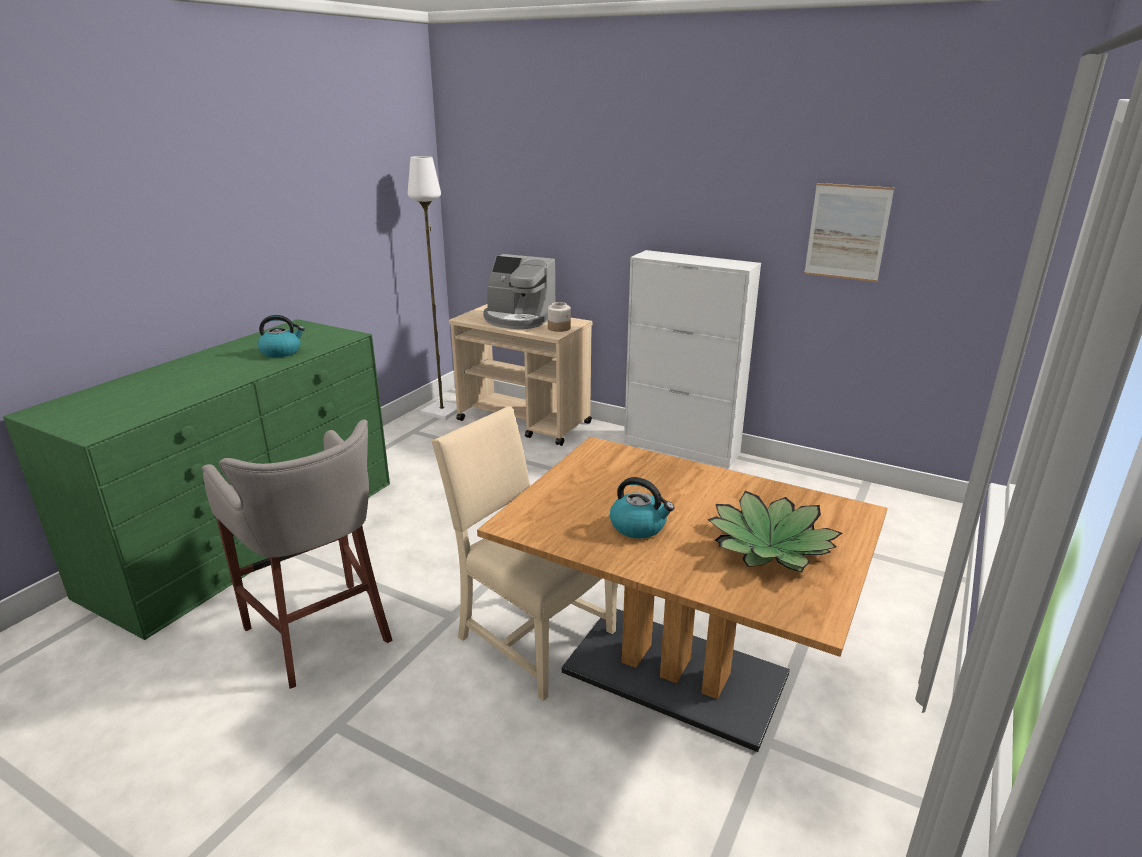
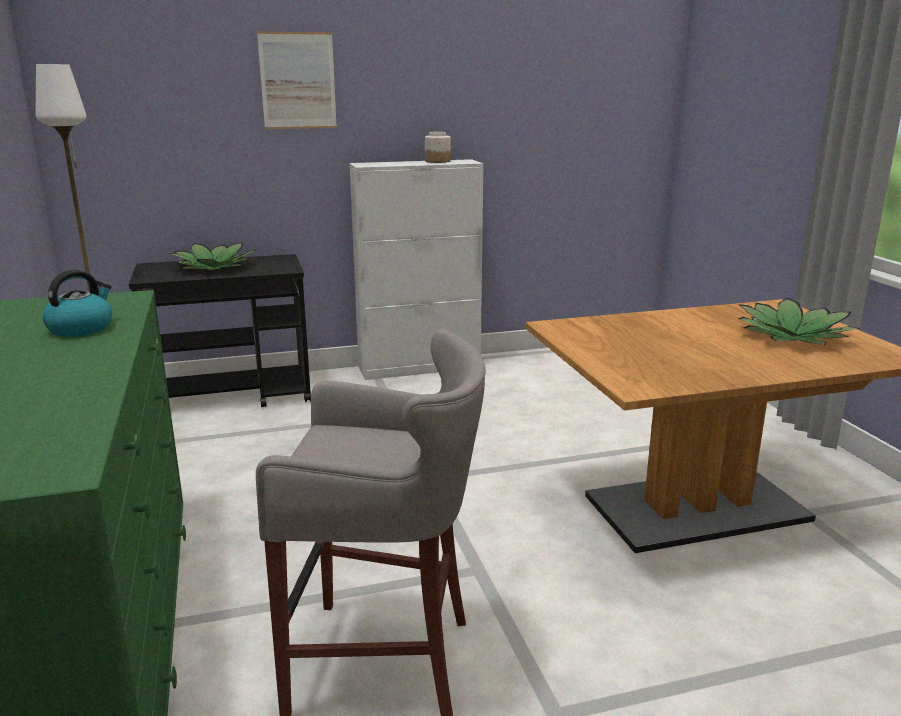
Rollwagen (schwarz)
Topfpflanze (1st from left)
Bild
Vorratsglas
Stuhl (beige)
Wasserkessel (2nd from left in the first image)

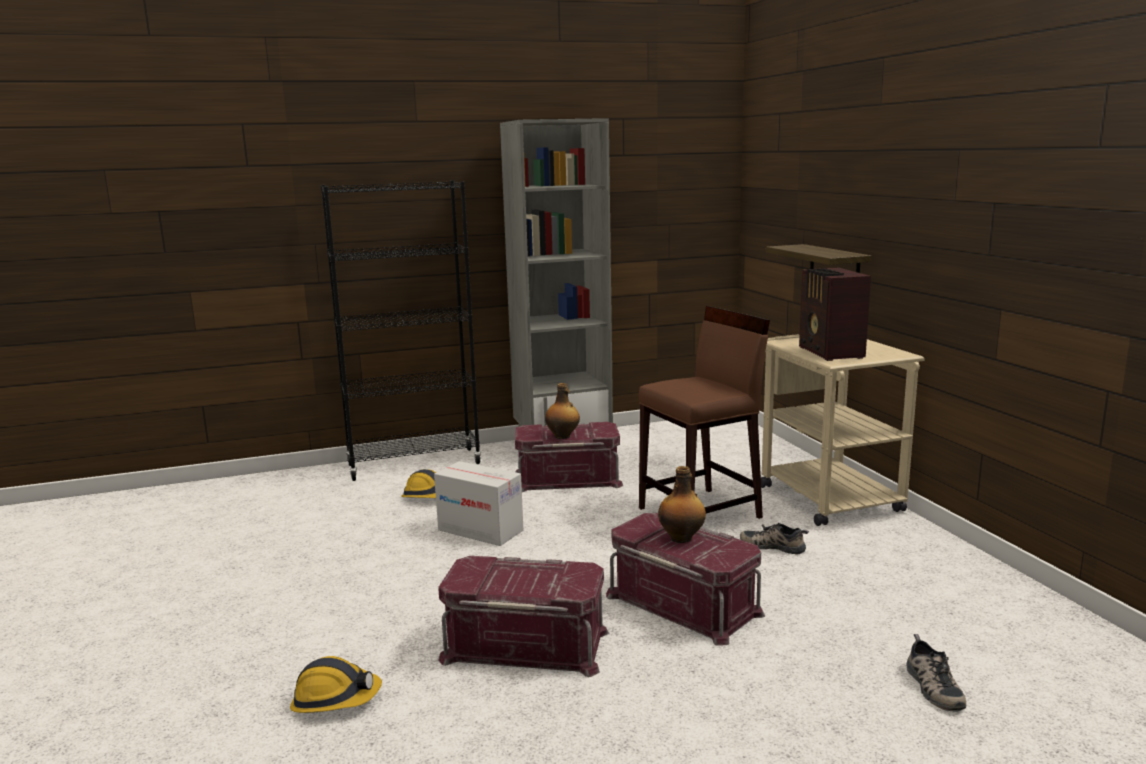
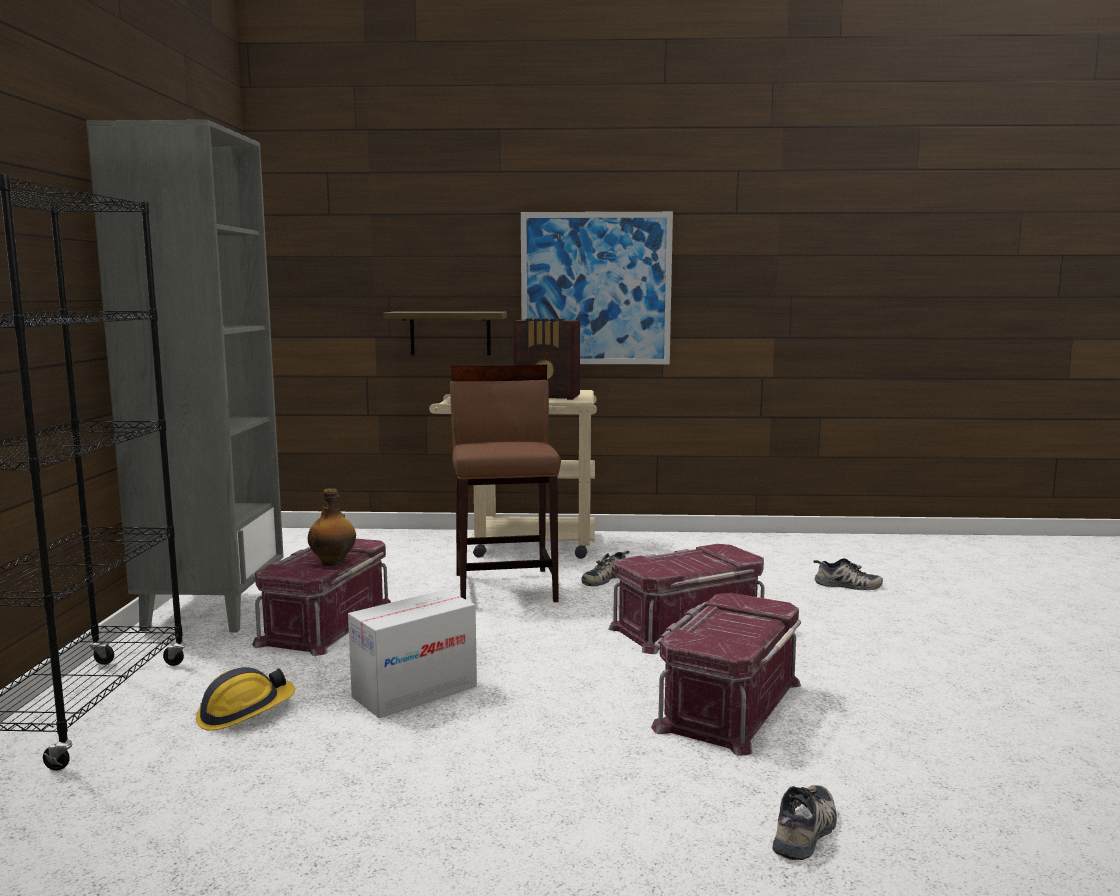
Bild
Schuh (2nd from left)
Flasche (2nd from left in the first image)

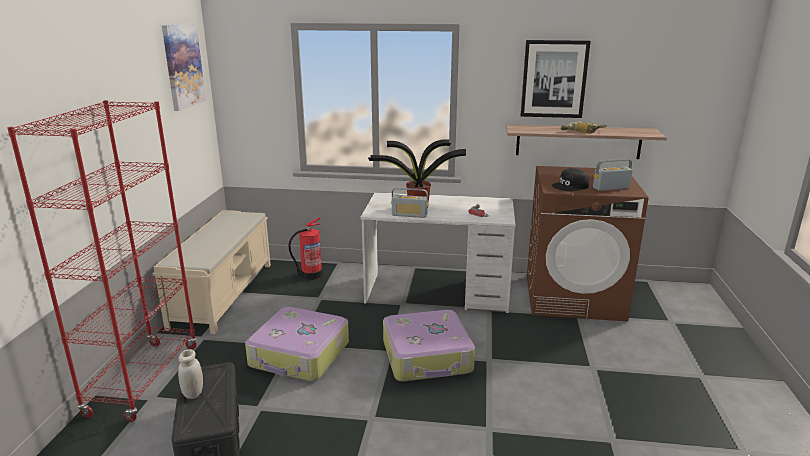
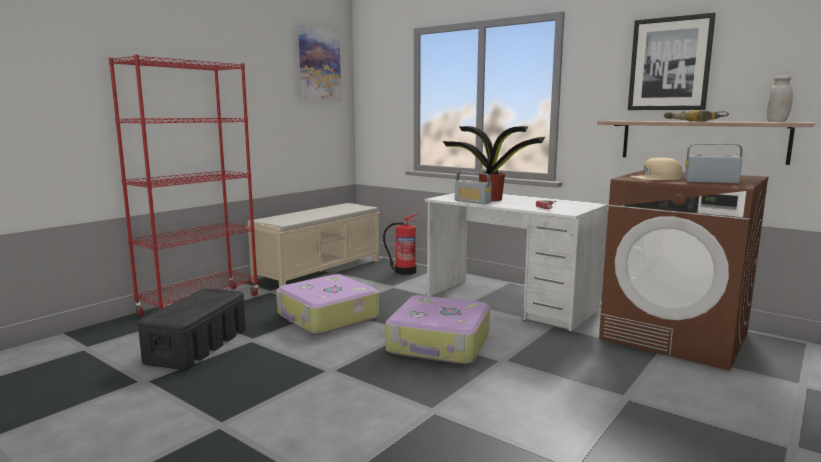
Kappe (beige)
Vorratsglas (weiß)

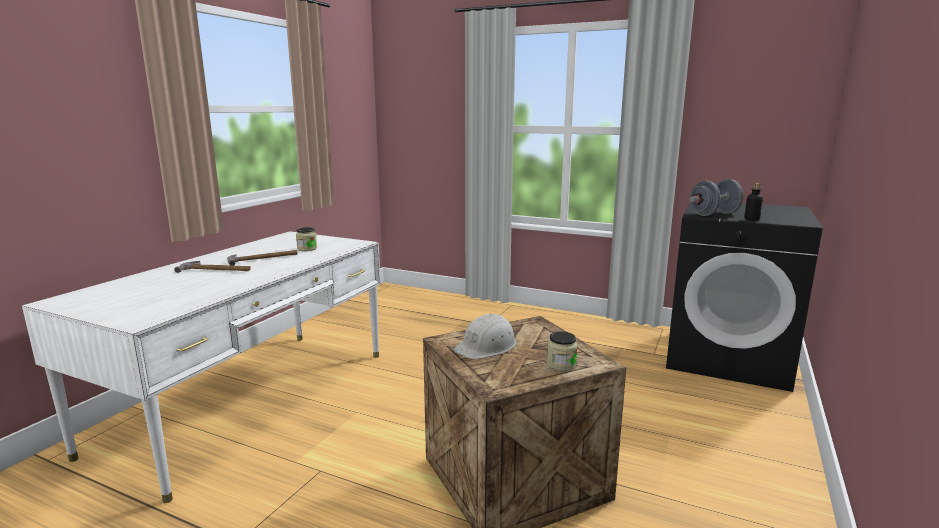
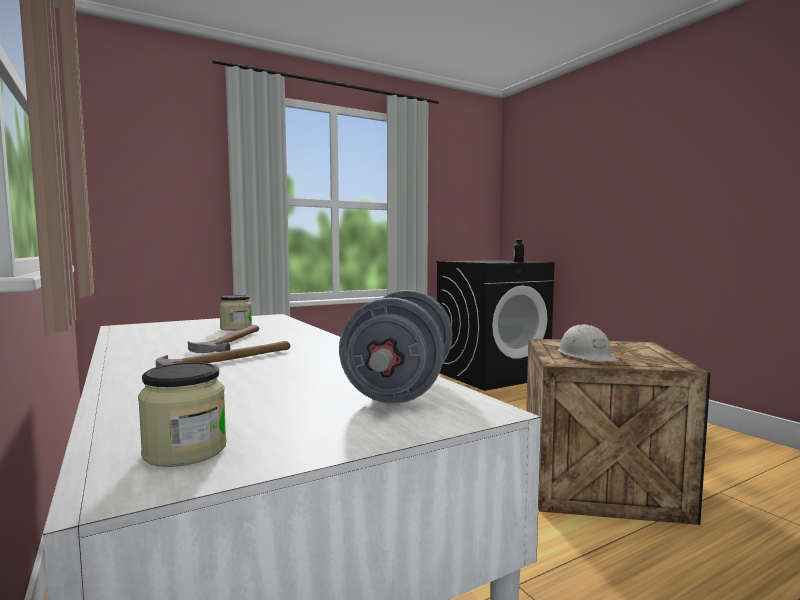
Vorratsglas (1st from left)
Hantel (grau)

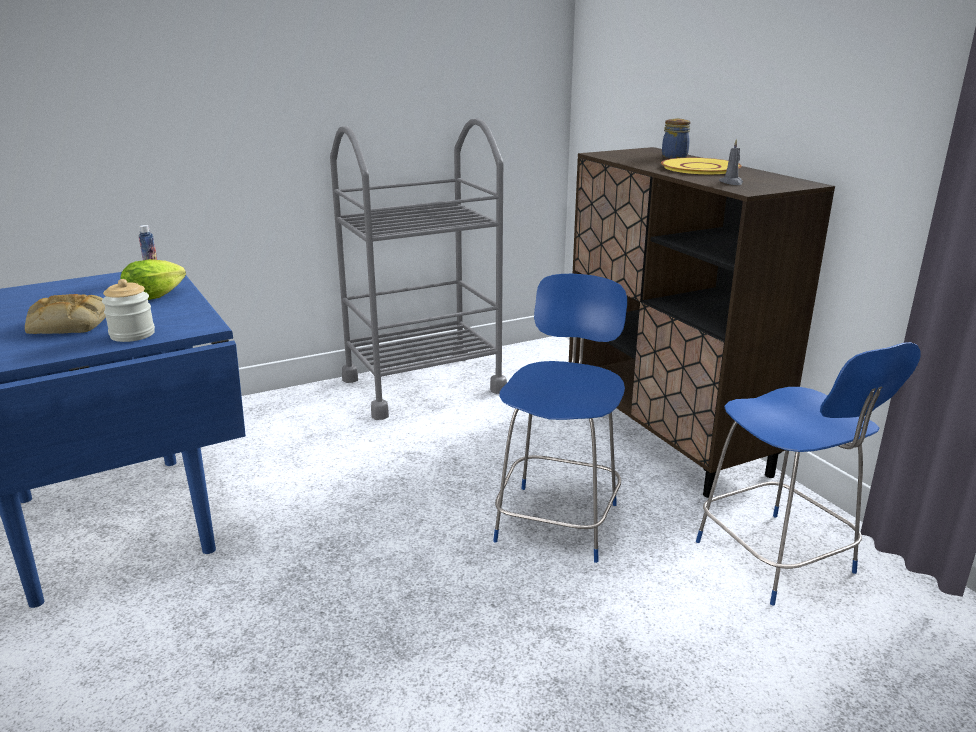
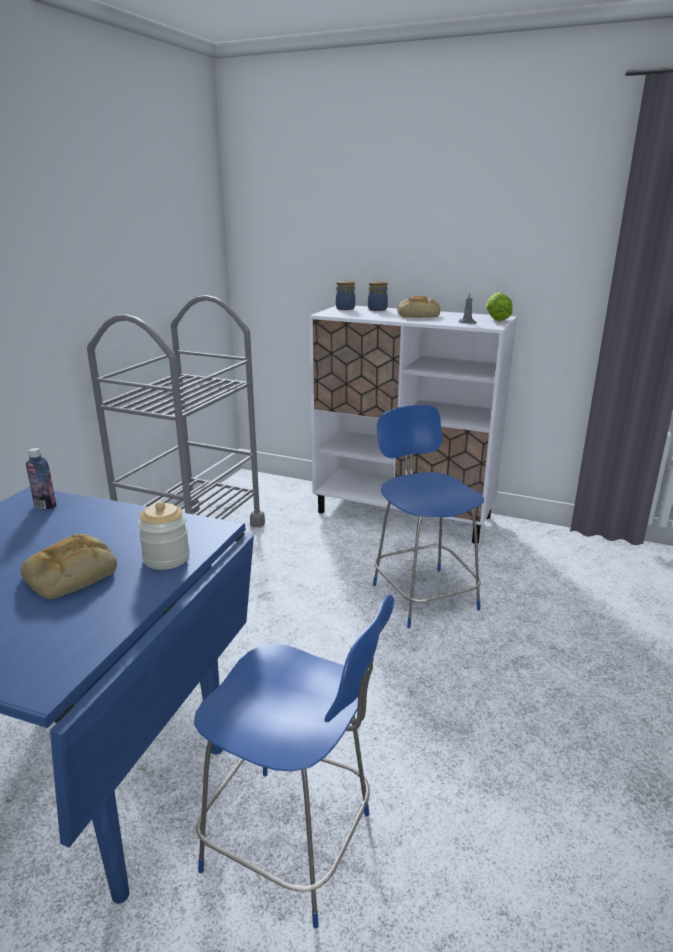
Stuhl (blau) (1st from left)
Schrank (weiß)
Vorratsglas (2nd from left)
Brot (2nd from left)
Salatkopf

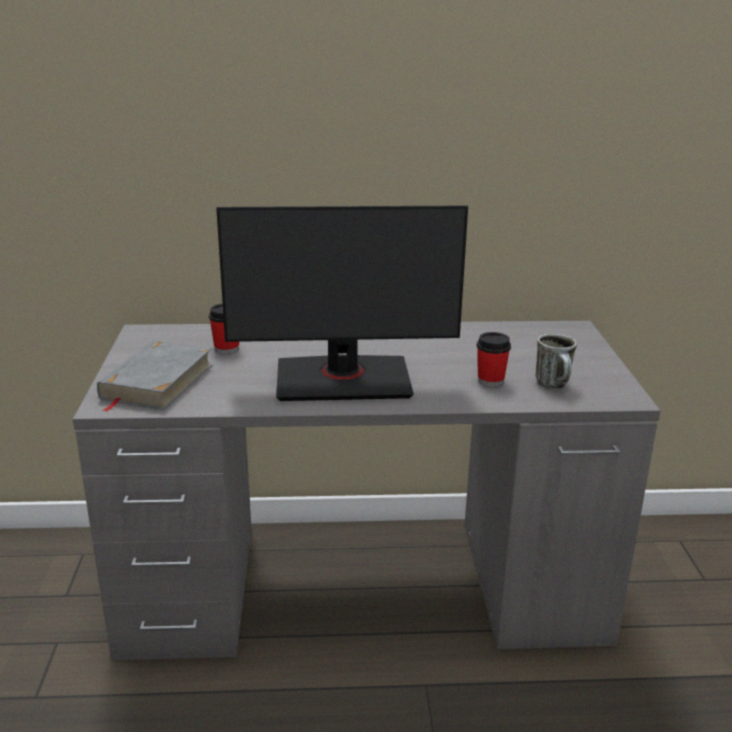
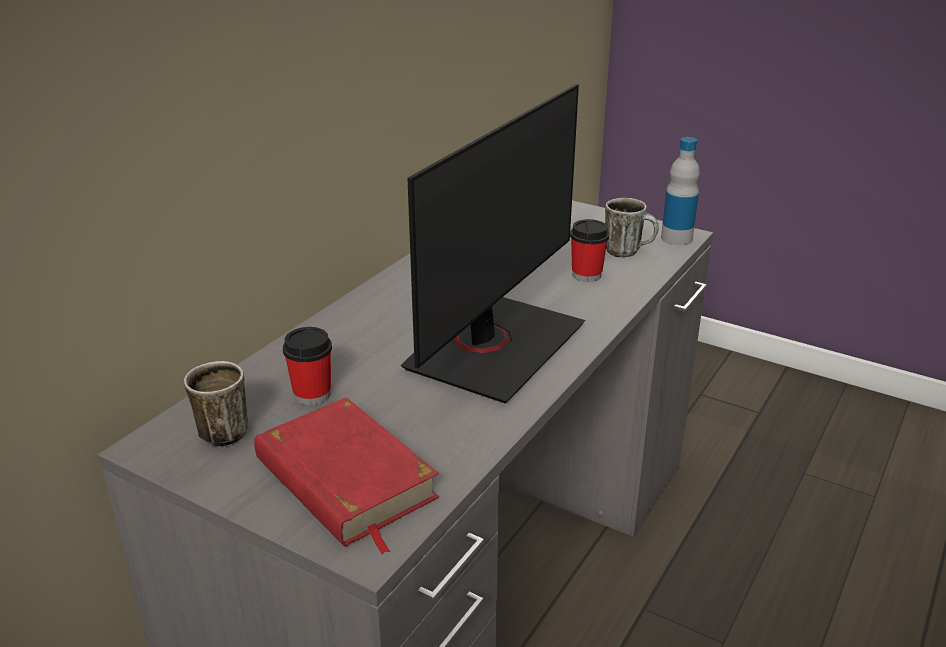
Henkelbecher (1st from left)
Buch (rot)
Flasche

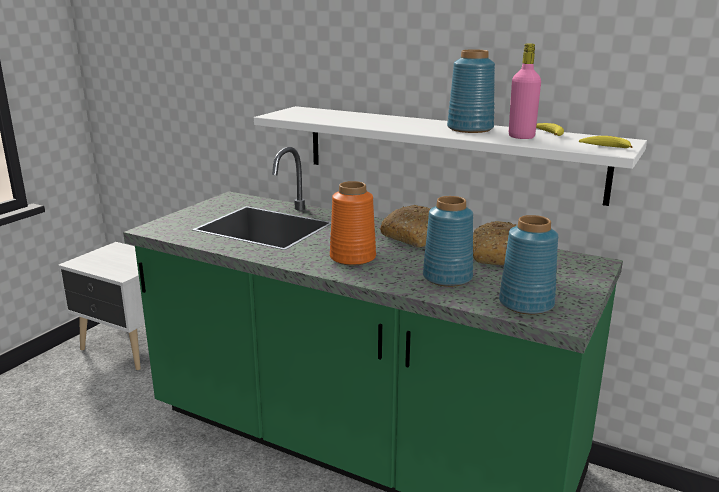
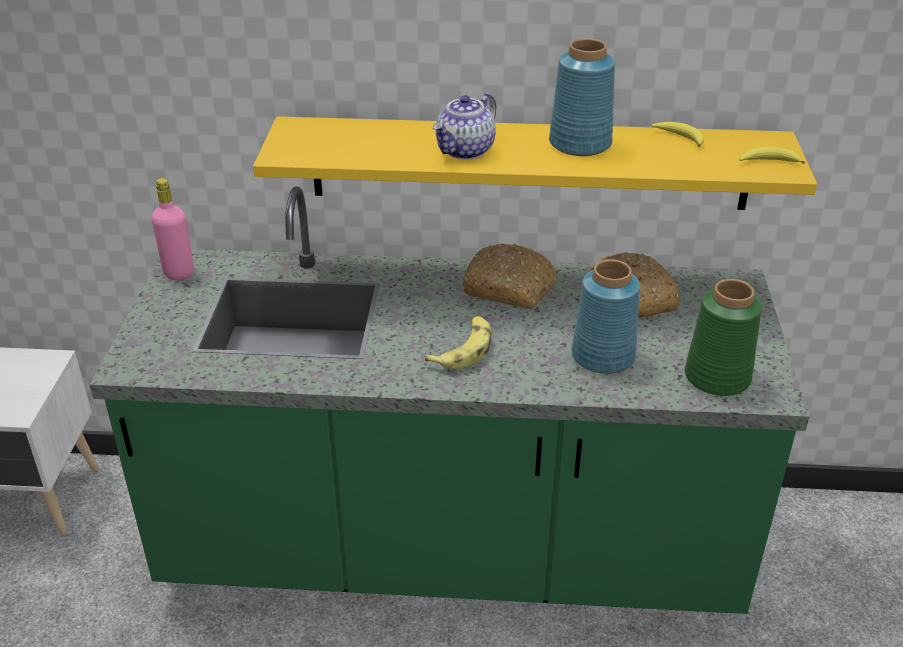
Flasche (rosa)
Wandregal (gelb)
Banane (1st from left)
Teekanne
Vase (grün)

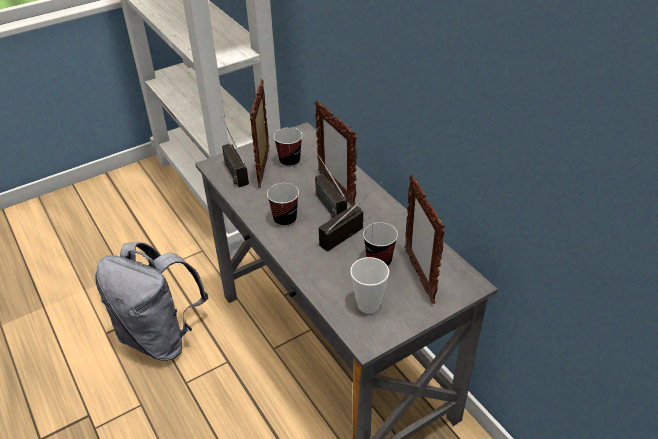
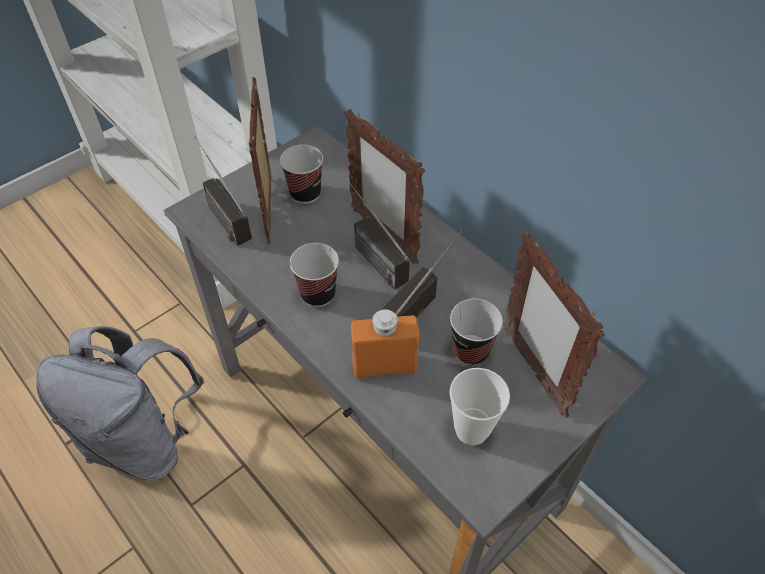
Flasche (orange)

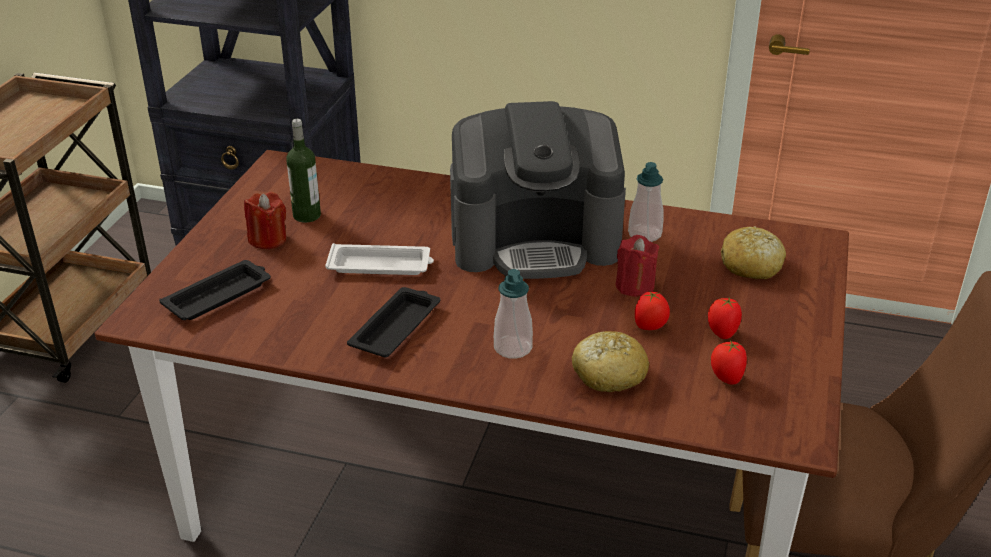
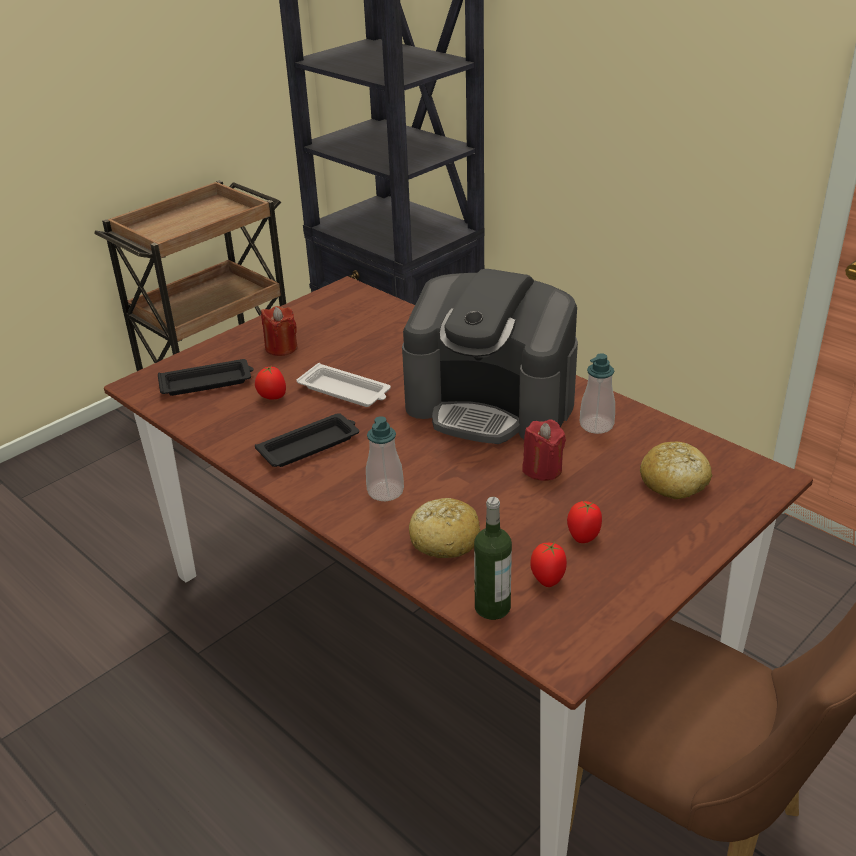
Tomate (1st from left)
Flasche

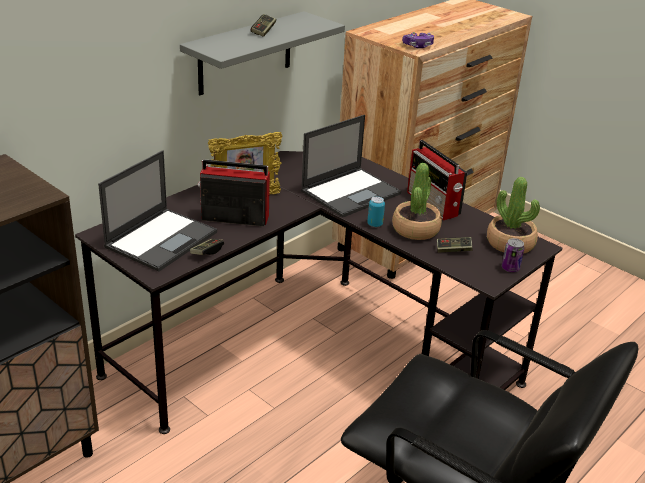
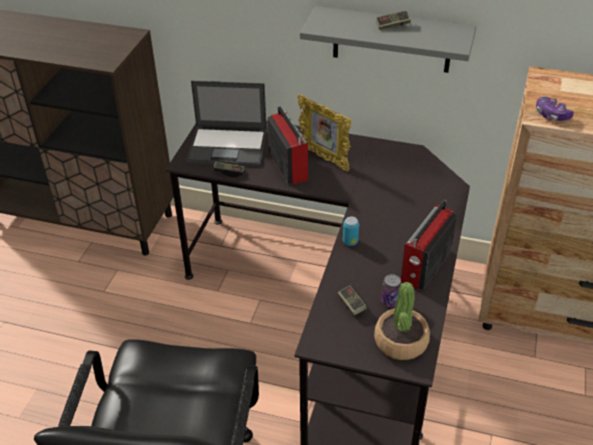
Dose (2nd from left)
Laptop (2nd from left in the first image)
Topfpflanze (1st from left in the first image)

